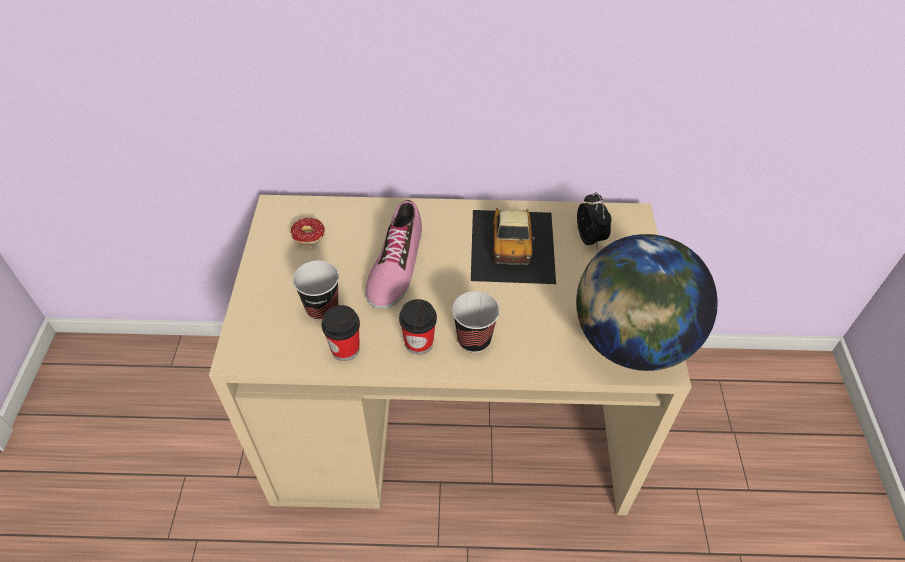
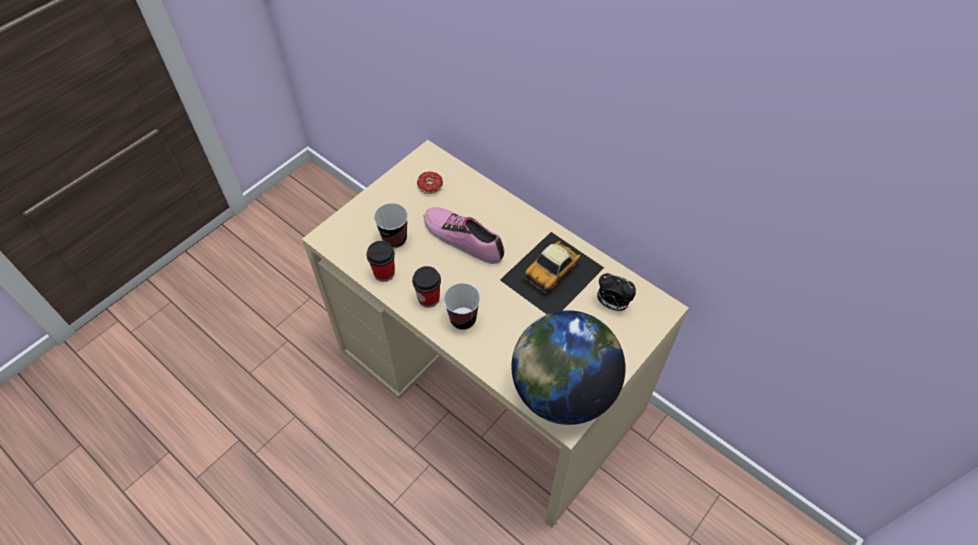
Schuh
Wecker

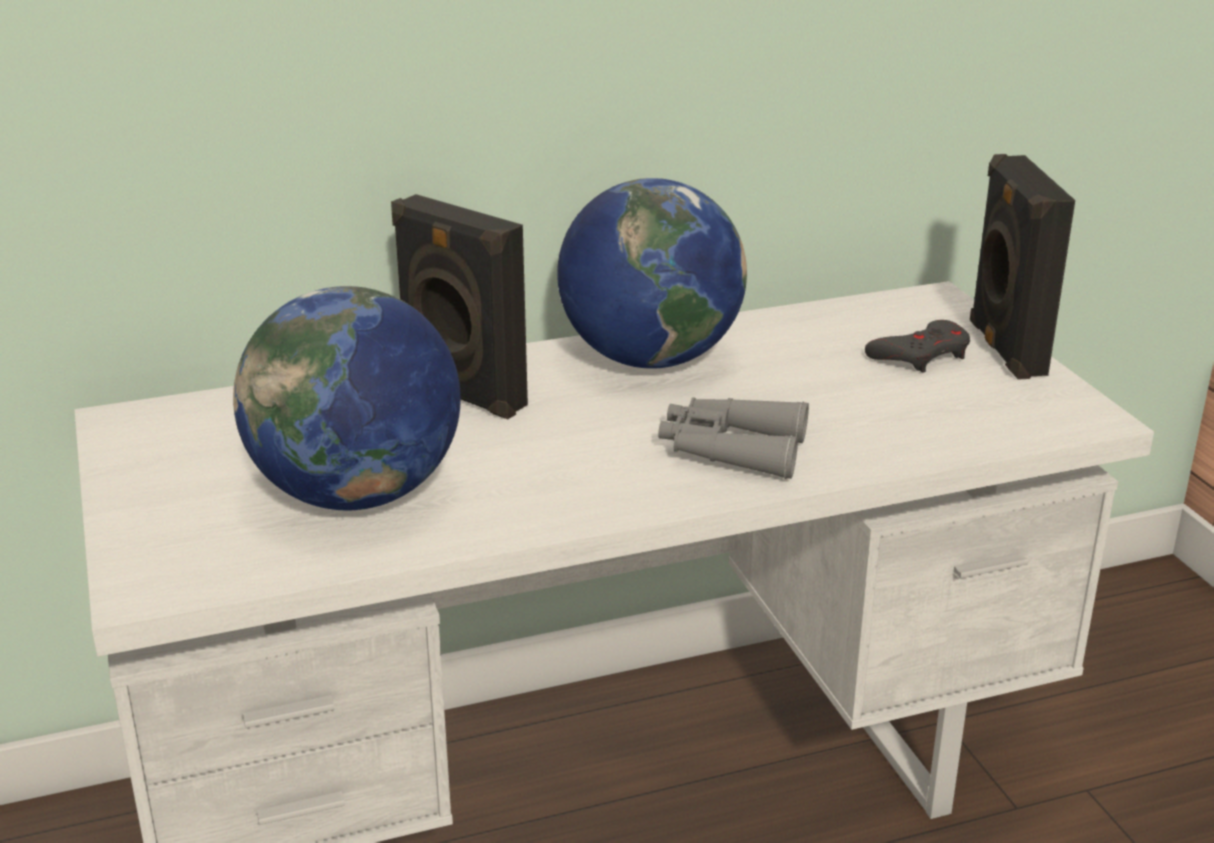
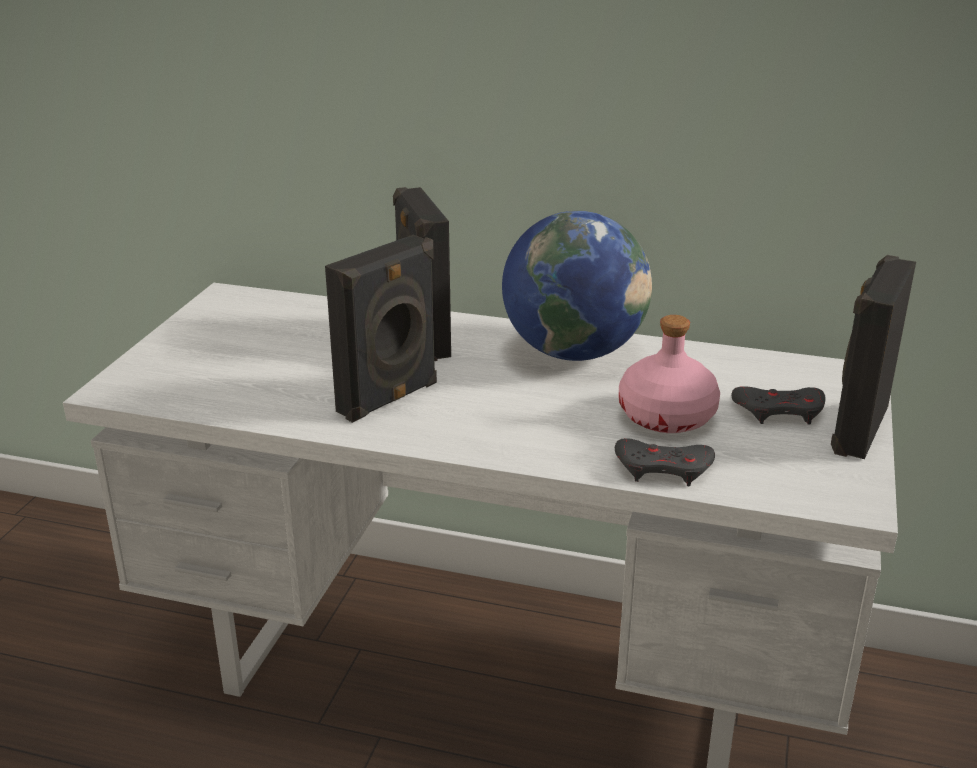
Lautsprecher (schwarz) (1st from left)
Gamepad (grau) (1st from left)
Flasche (rosa)
Globus (1st from left in the first image)
Fernglas (grau)

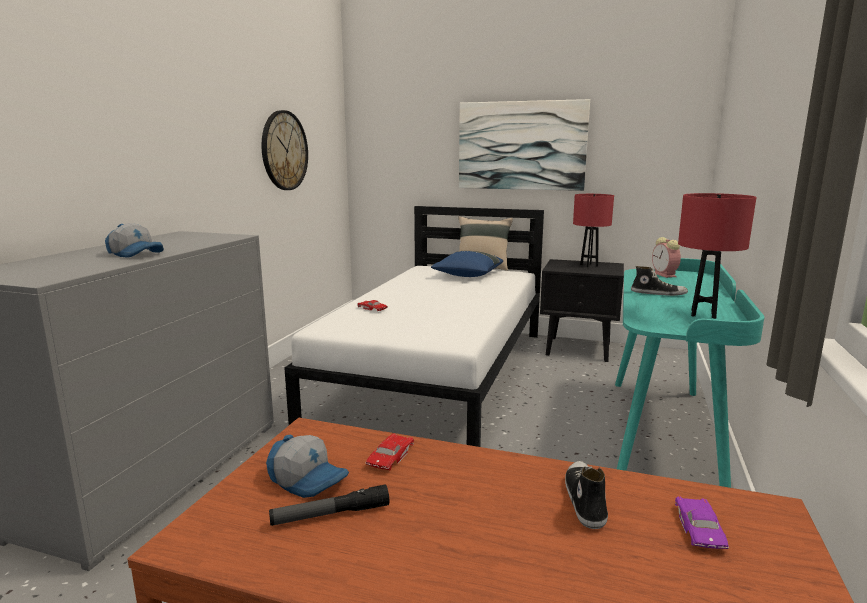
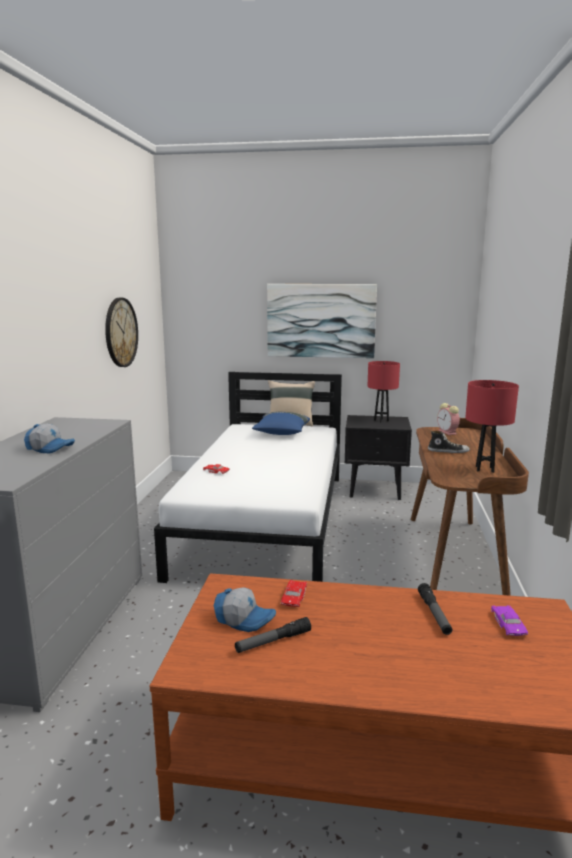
Schreibtisch (braun)
Taschenlampe (2nd from left)

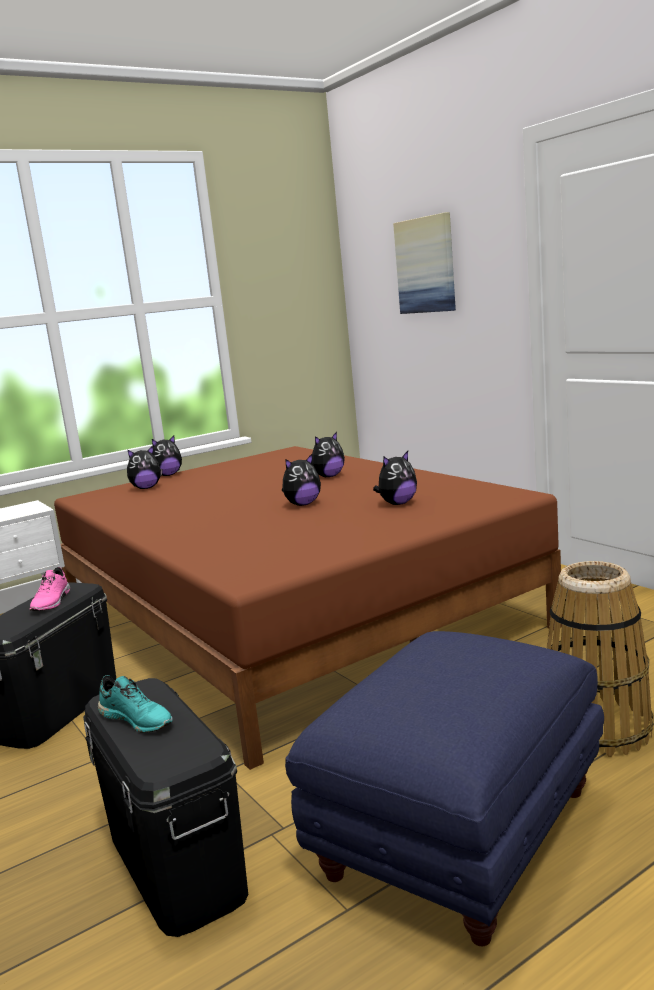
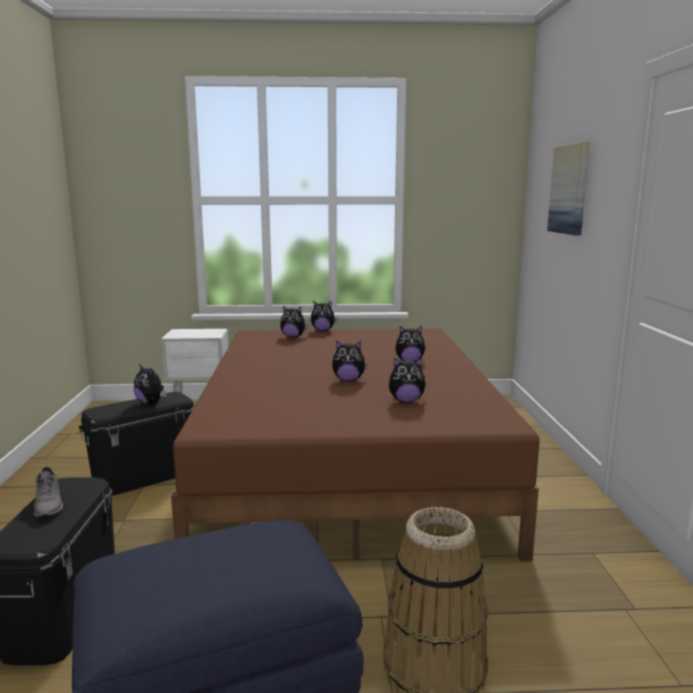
Schuh (grau)
Plüschtier (1st from left)

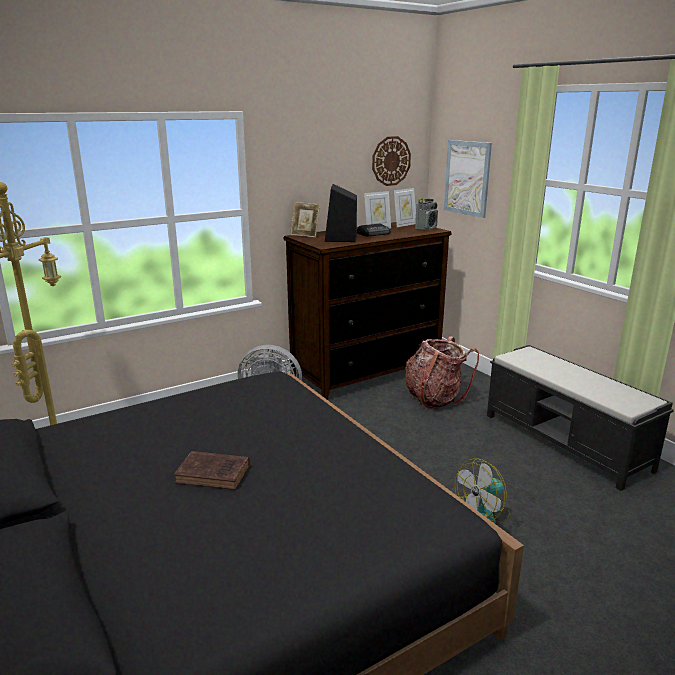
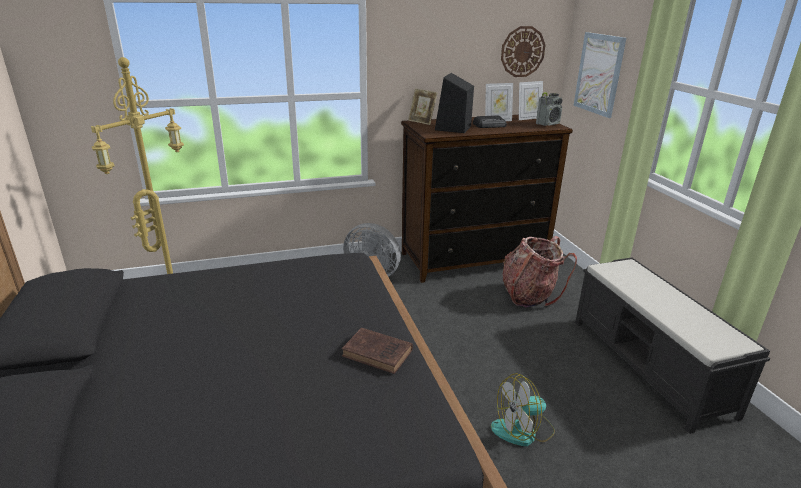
Buch (braun)

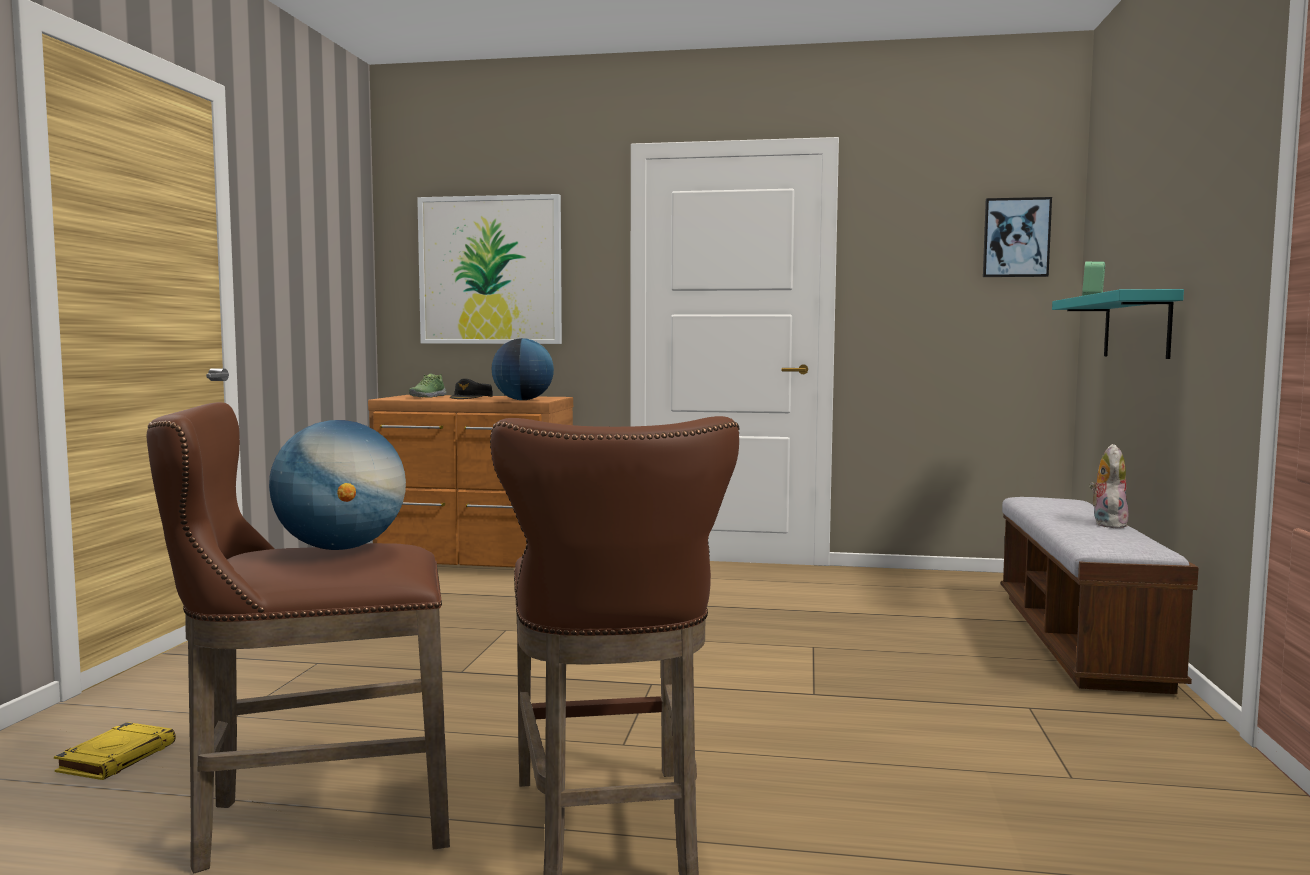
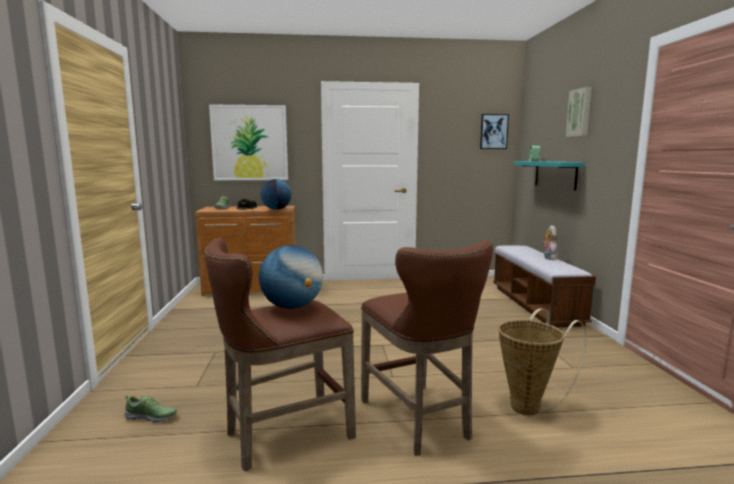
Schuh (1st from left)
Korb
Bild (3rd from left)

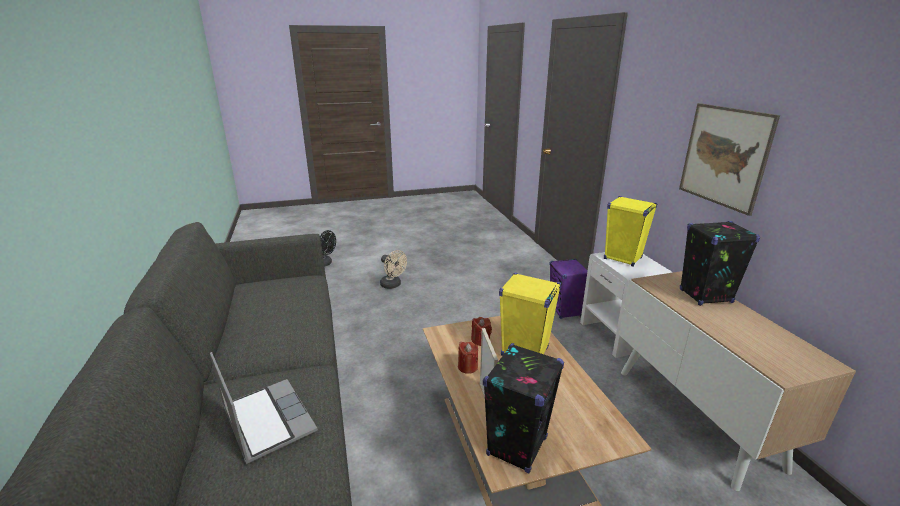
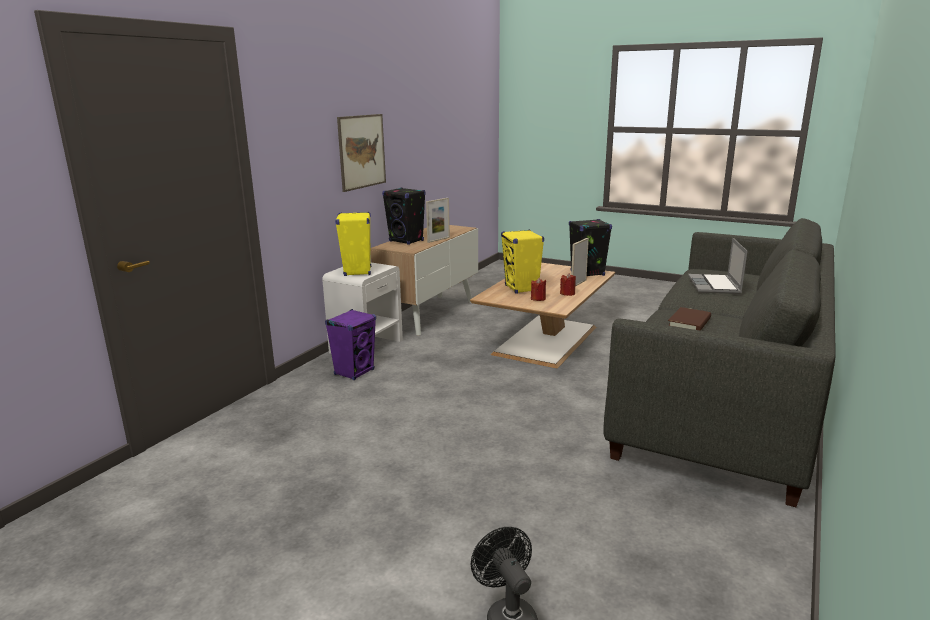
Bilderrahmen (1st from left)
Buch (braun)
Ventilator (beige)

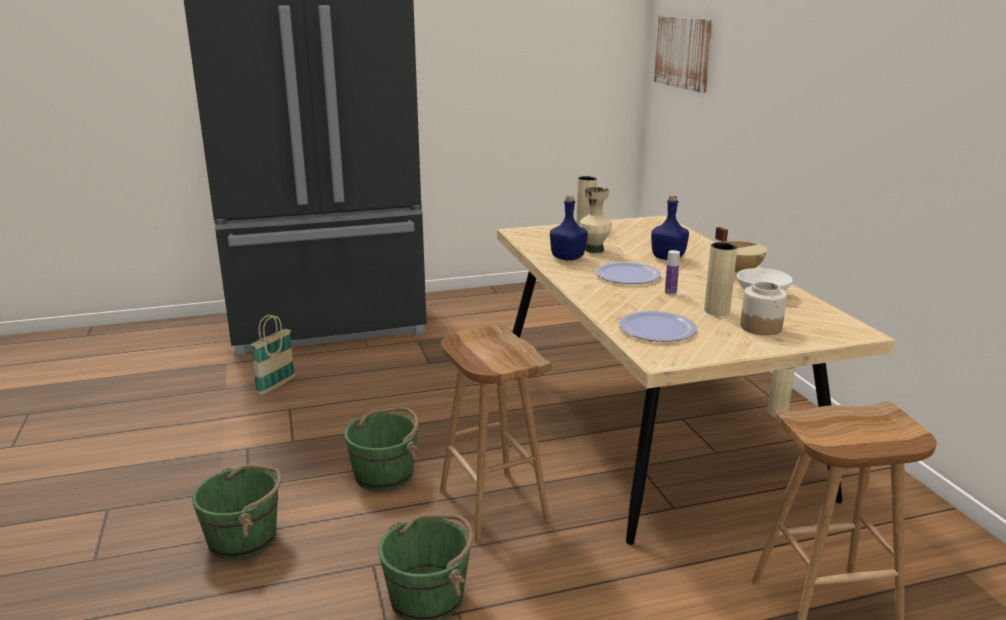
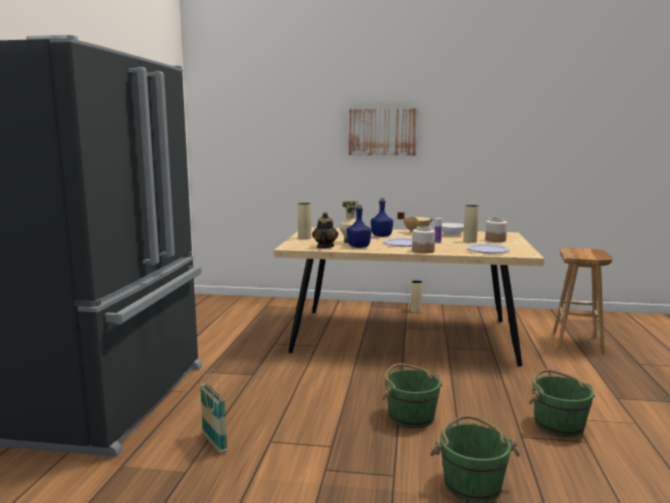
Teekanne
Bild
Vorratsglas (1st from left)
Hocker (braun) (1st from left in the first image)

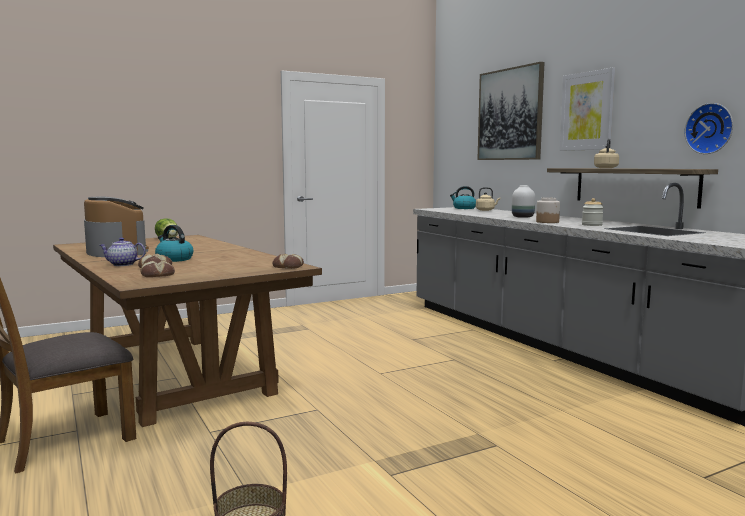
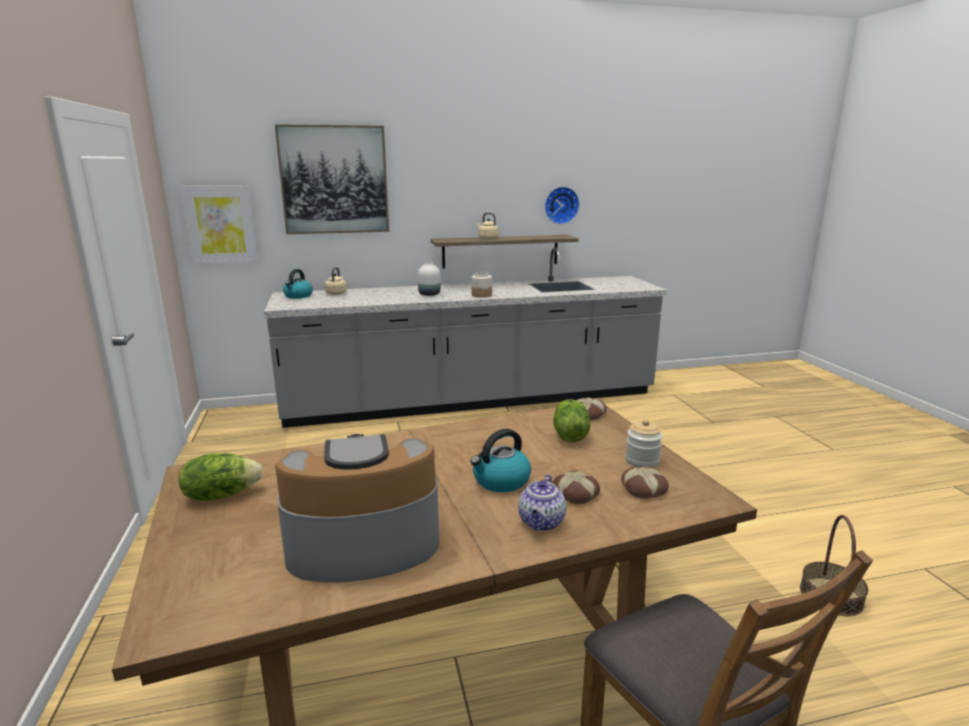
Bild (1st from left)
Salatkopf (2nd from left)
Vorratsglas (2nd from left)

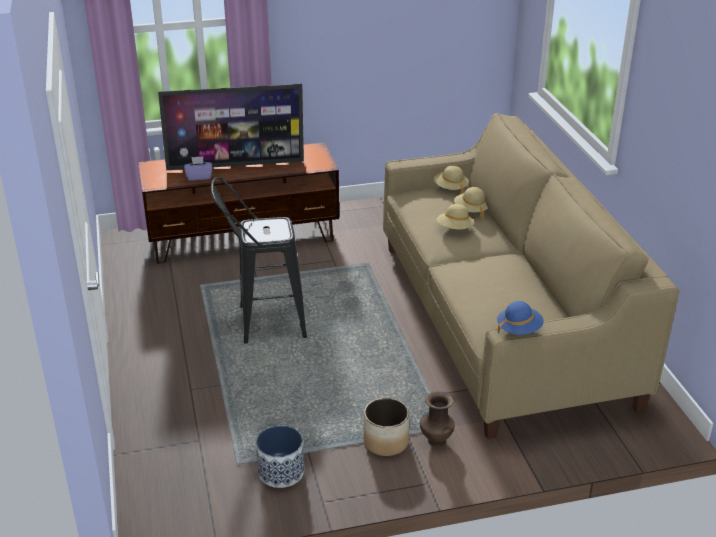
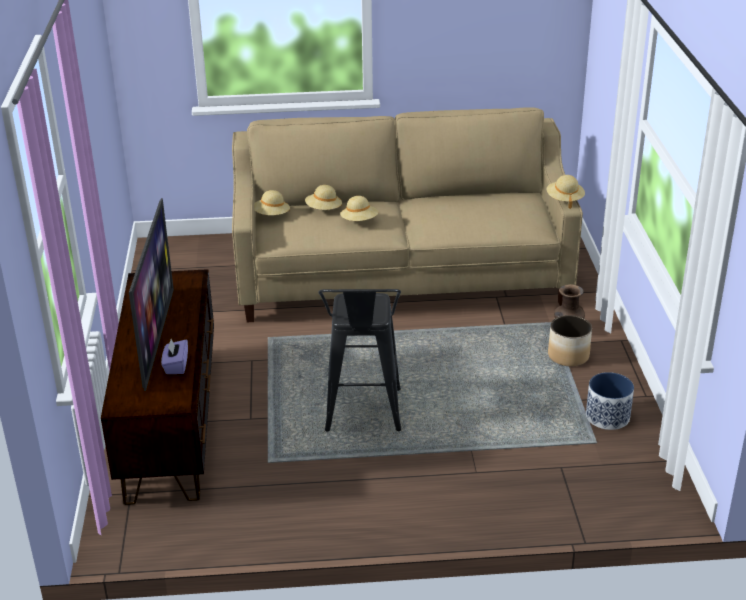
Hut (beige) (4th from left)

